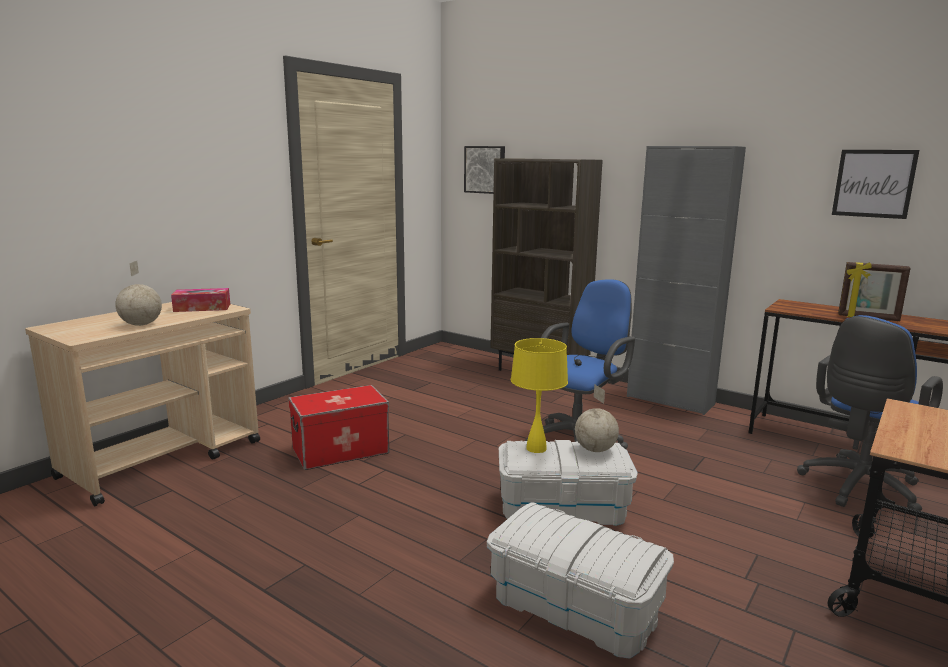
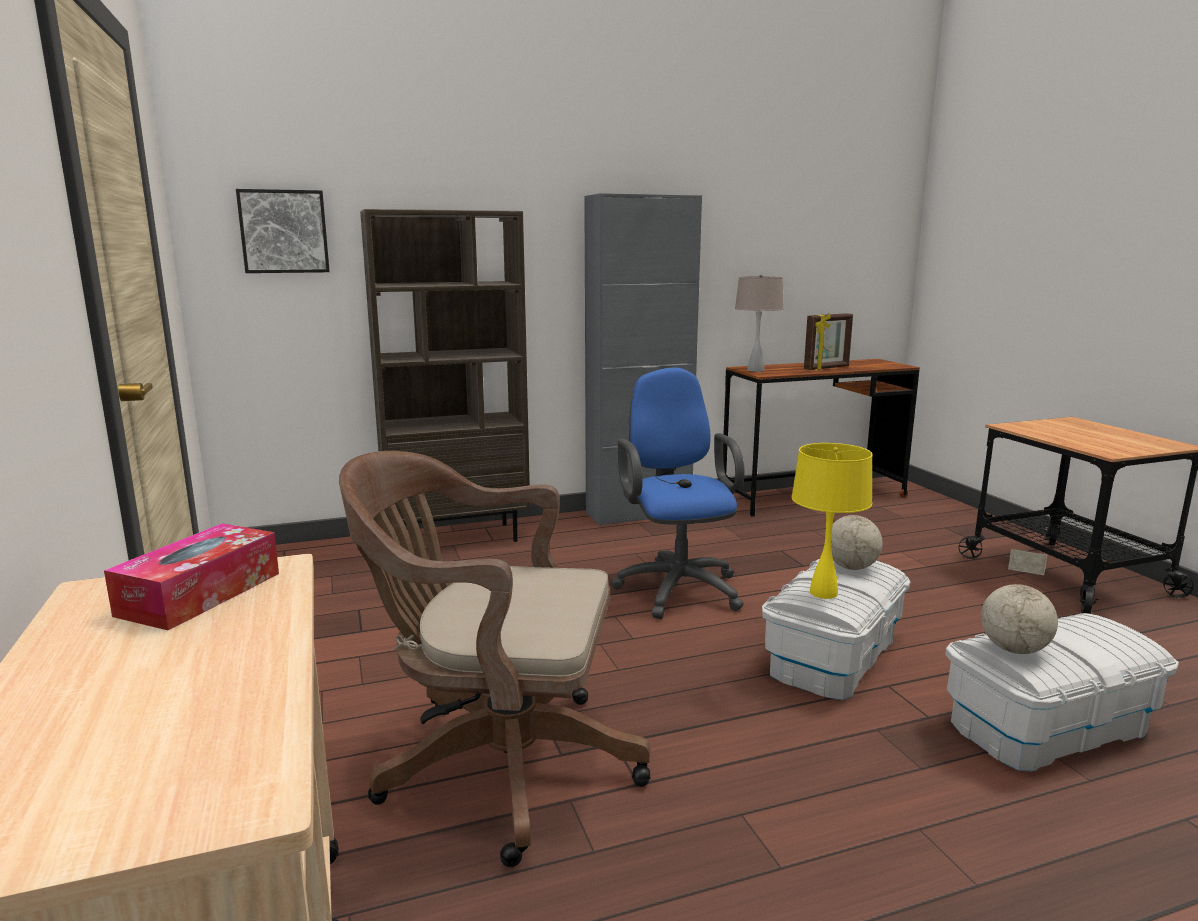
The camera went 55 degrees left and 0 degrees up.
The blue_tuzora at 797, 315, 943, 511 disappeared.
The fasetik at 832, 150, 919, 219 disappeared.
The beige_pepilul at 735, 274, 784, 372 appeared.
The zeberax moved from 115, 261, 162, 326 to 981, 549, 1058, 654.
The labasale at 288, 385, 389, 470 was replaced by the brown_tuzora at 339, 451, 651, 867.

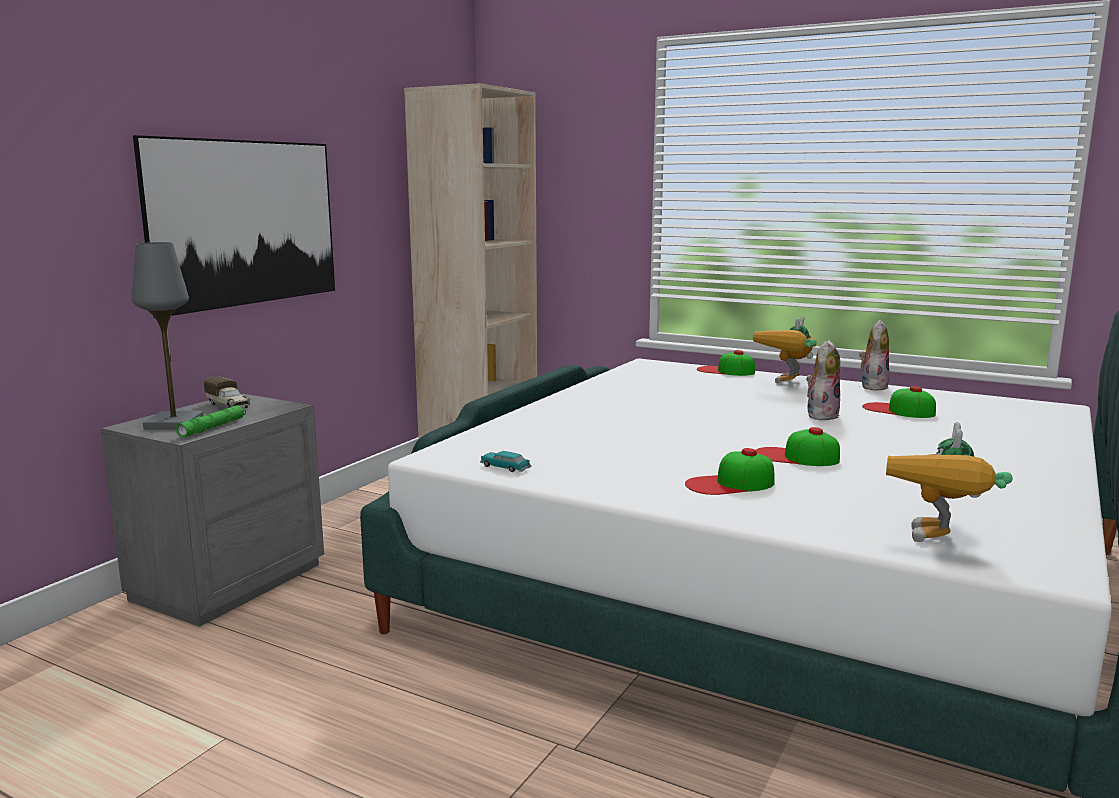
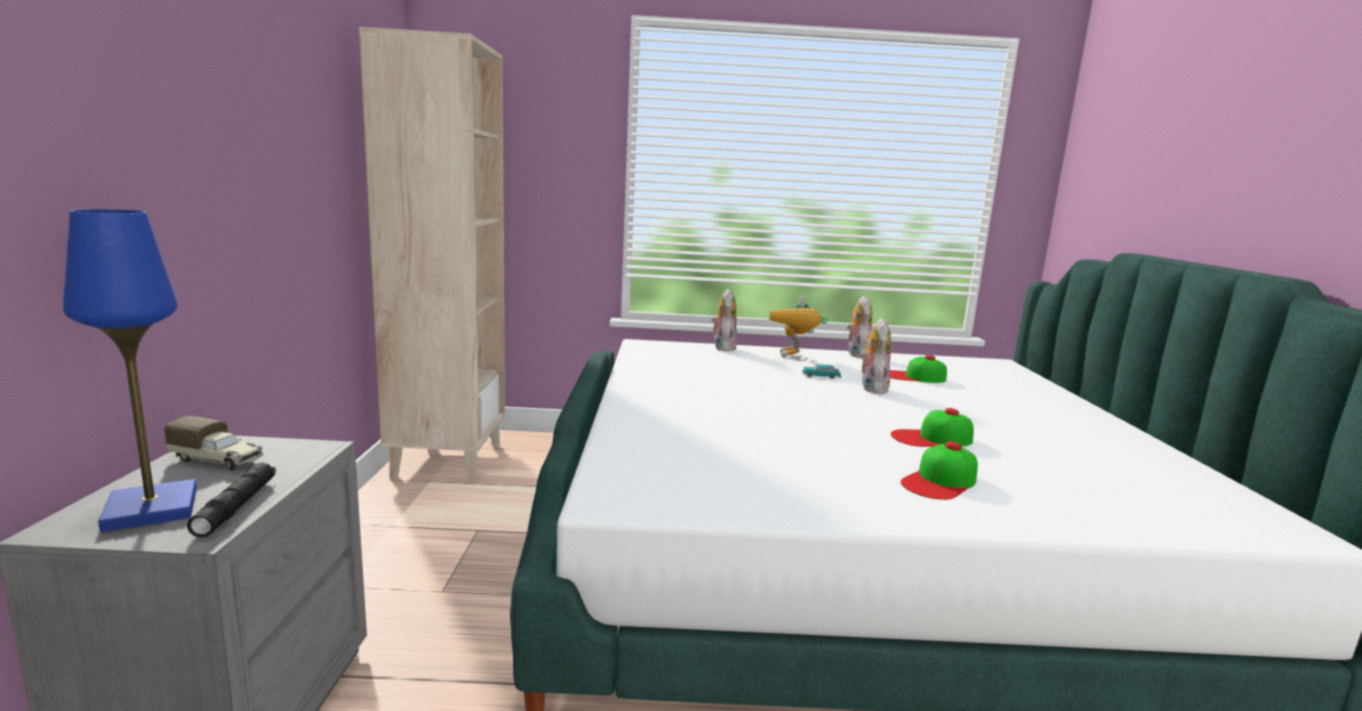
The camera went 30 degrees left and 0 degrees up.
The fasetik at 133, 135, 335, 318 disappeared.
The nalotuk at 886, 422, 1013, 542 disappeared.
The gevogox moved from 480, 451, 532, 472 to 802, 365, 842, 379.
The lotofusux at 697, 350, 755, 376 was replaced by the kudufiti at 712, 289, 737, 351.
The grey_pepilul at 132, 242, 204, 430 became the blue_pepilul at 63, 209, 197, 532.
The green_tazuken at 176, 405, 246, 438 became the black_tazuken at 187, 463, 276, 538.

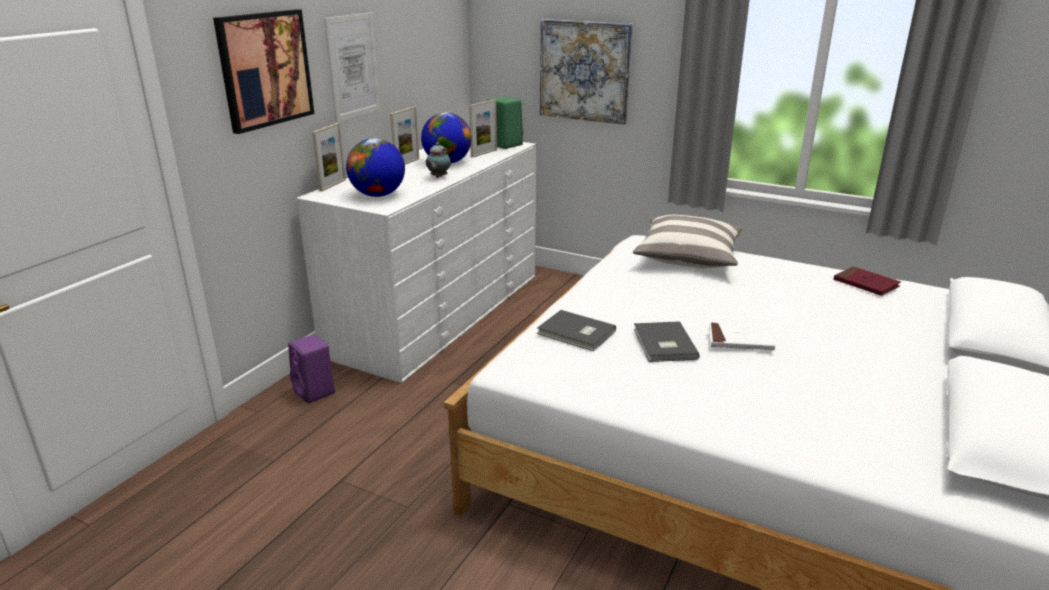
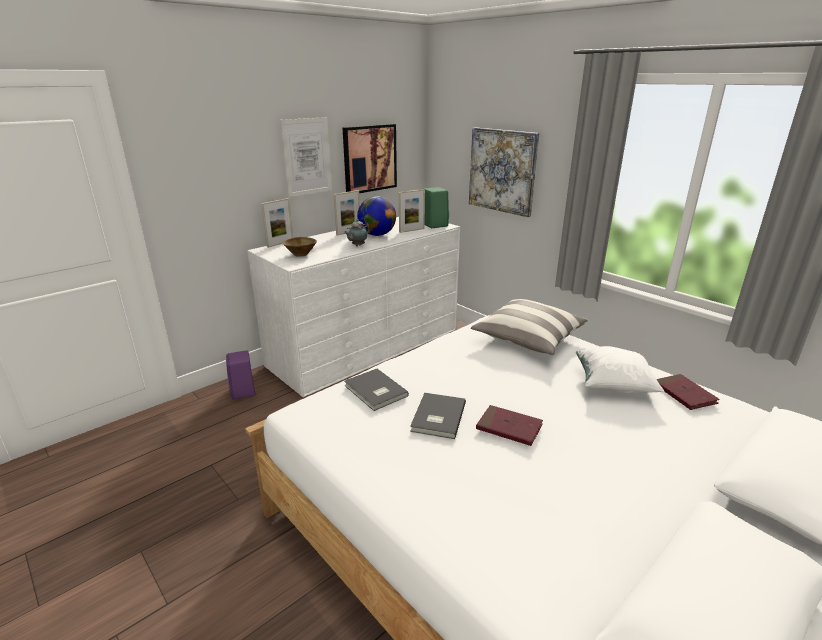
The camera went 20 degrees right and 0 degrees up.
The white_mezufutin at 576, 346, 664, 393 appeared.
The fasetik moved from 213, 9, 314, 134 to 343, 124, 397, 193.
The zeberax at 346, 138, 405, 197 was replaced by the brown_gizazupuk at 283, 237, 317, 257.
The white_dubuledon at 709, 322, 775, 351 became the red_dubuledon at 476, 405, 543, 446.

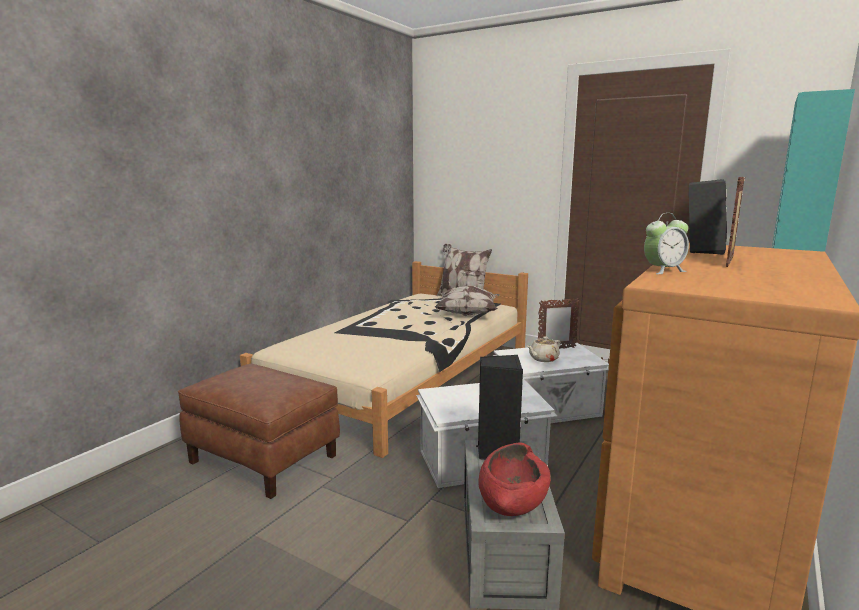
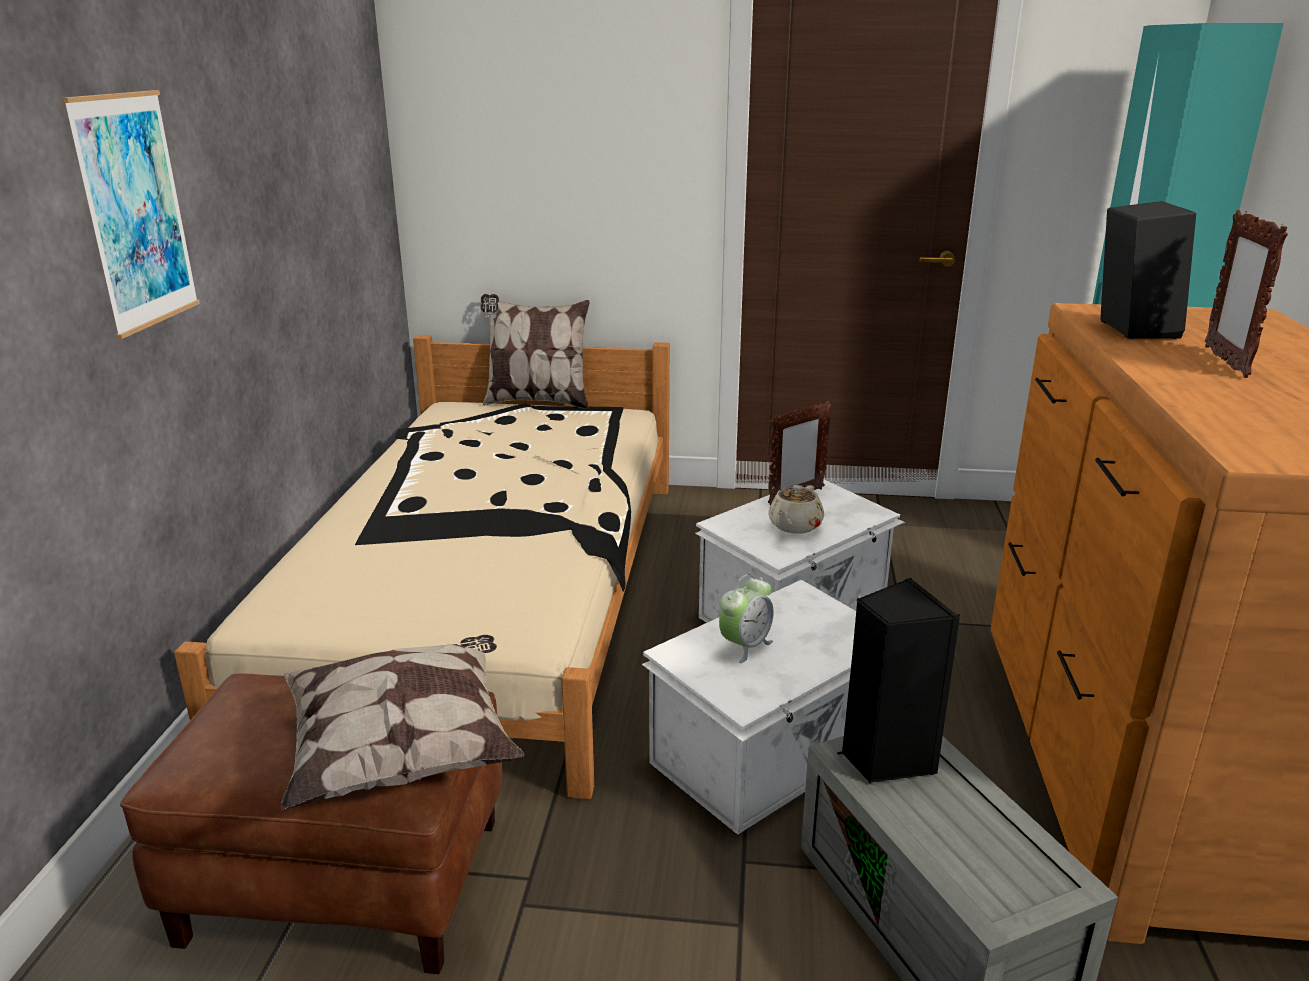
The camera went 25 degrees left and 10 degrees up.
The red_gizazupuk at 478, 443, 551, 516 disappeared.
The fasetik at 61, 90, 200, 339 appeared.
The mezufutin moved from 435, 286, 500, 316 to 281, 635, 524, 810.
The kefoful moved from 644, 213, 689, 274 to 719, 574, 774, 663.

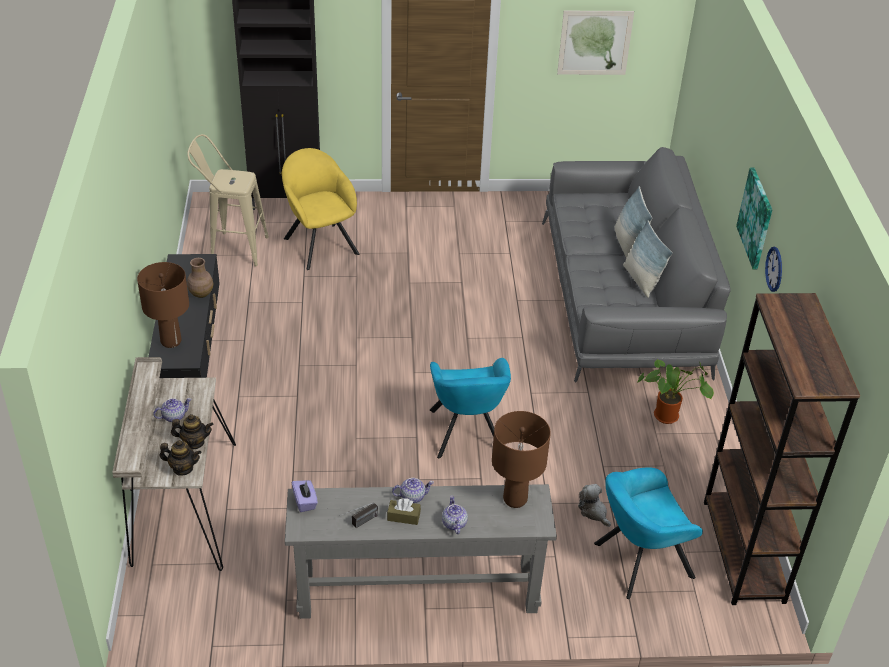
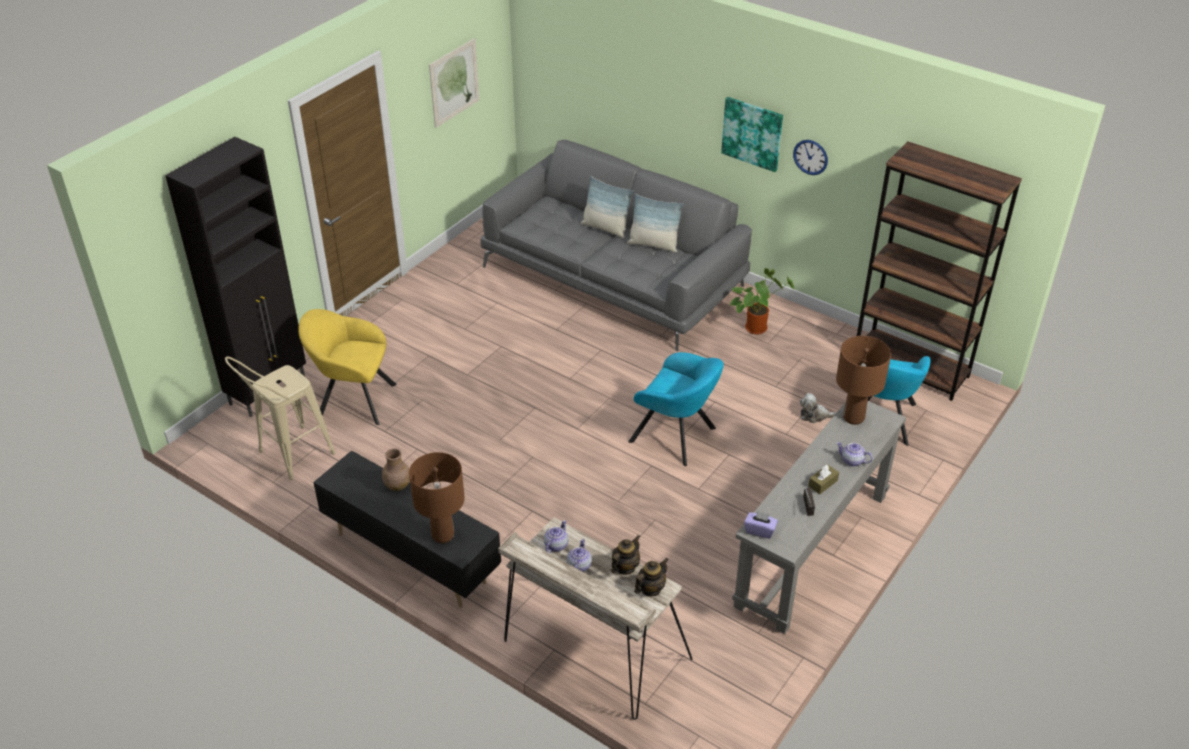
The camera went 50 degrees left and 0 degrees up.
The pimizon moved from 392, 478, 434, 503 to 544, 520, 568, 553.

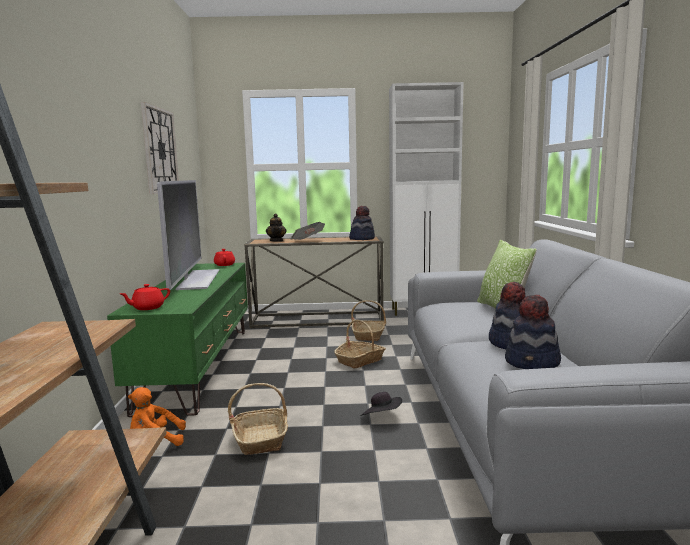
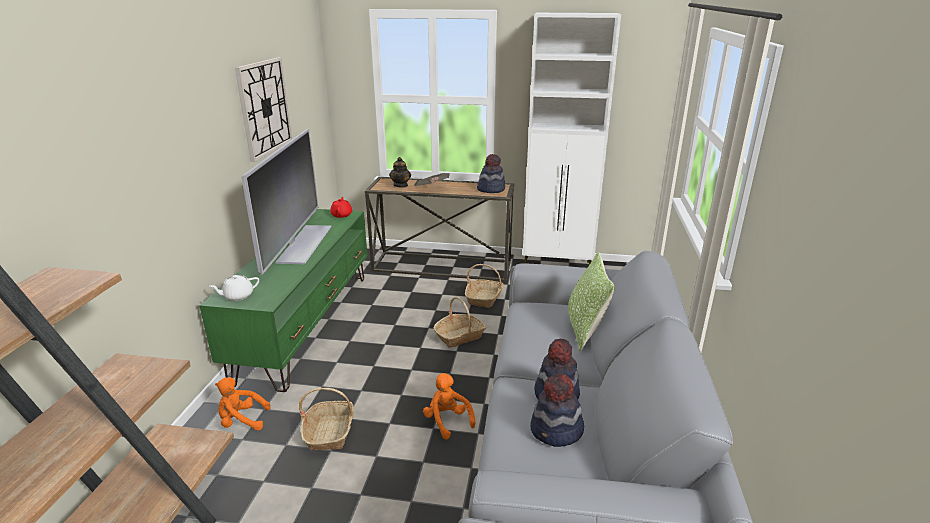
The camera went 10 degrees right and 15 degrees up.
The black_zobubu at 360, 392, 402, 416 was replaced by the orange_kudufiti at 423, 373, 475, 439.
The red_pimizon at 120, 284, 170, 310 became the white_pimizon at 209, 275, 259, 301.

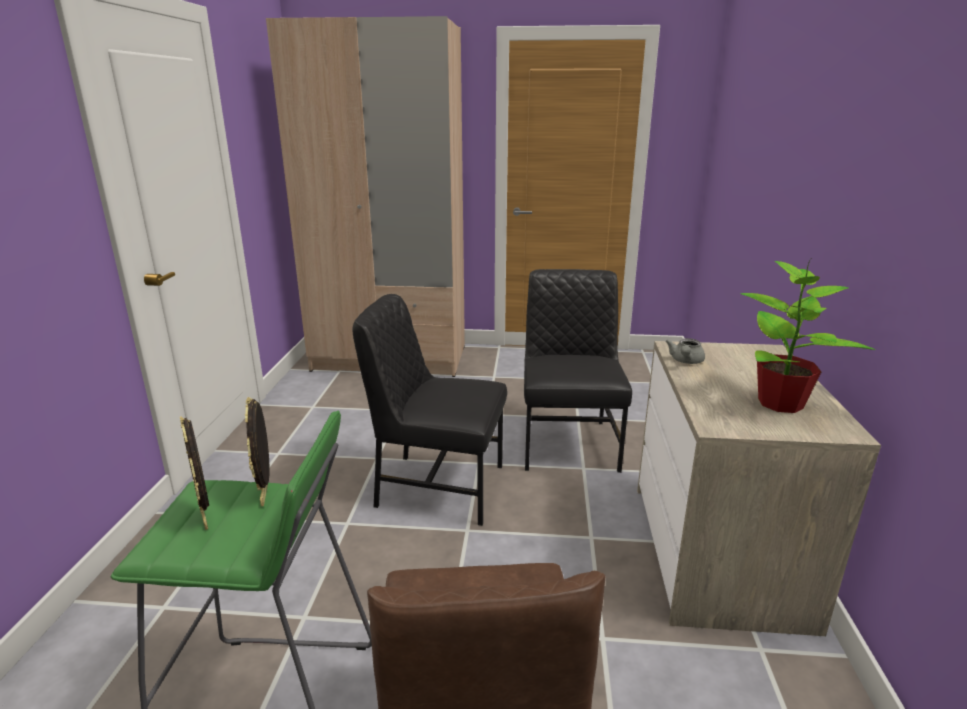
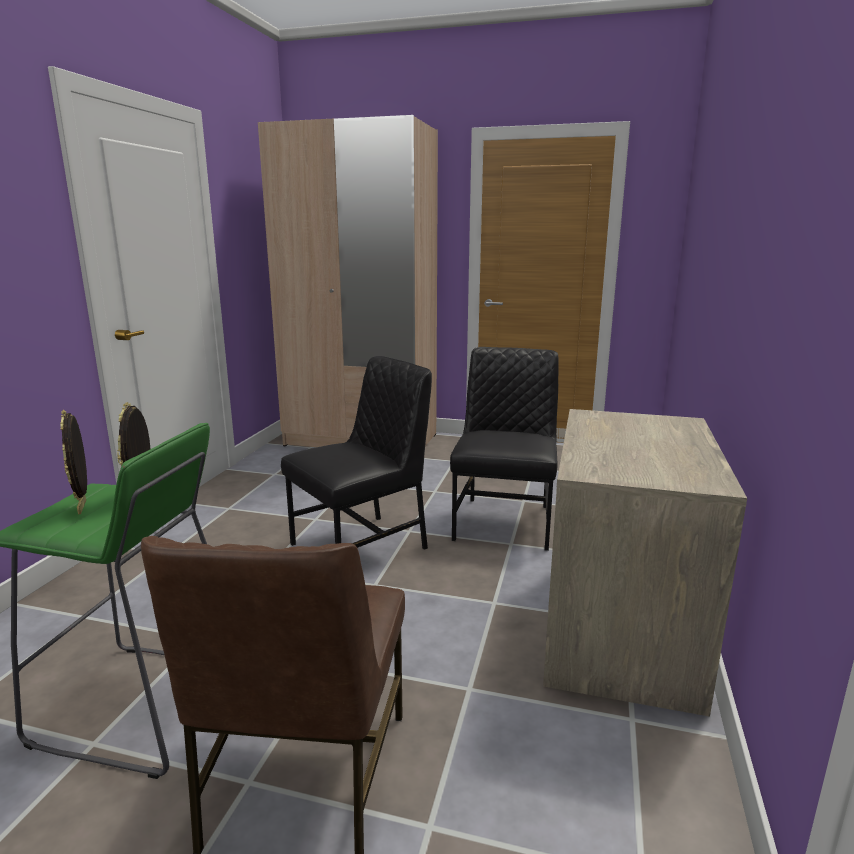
The camera went 10 degrees right and 5 degrees down.
The grey_pimizon at 666, 338, 705, 364 disappeared.
The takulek at 740, 259, 875, 413 disappeared.
The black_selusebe at 352, 294, 507, 526 turned 120 degrees clockwise.

